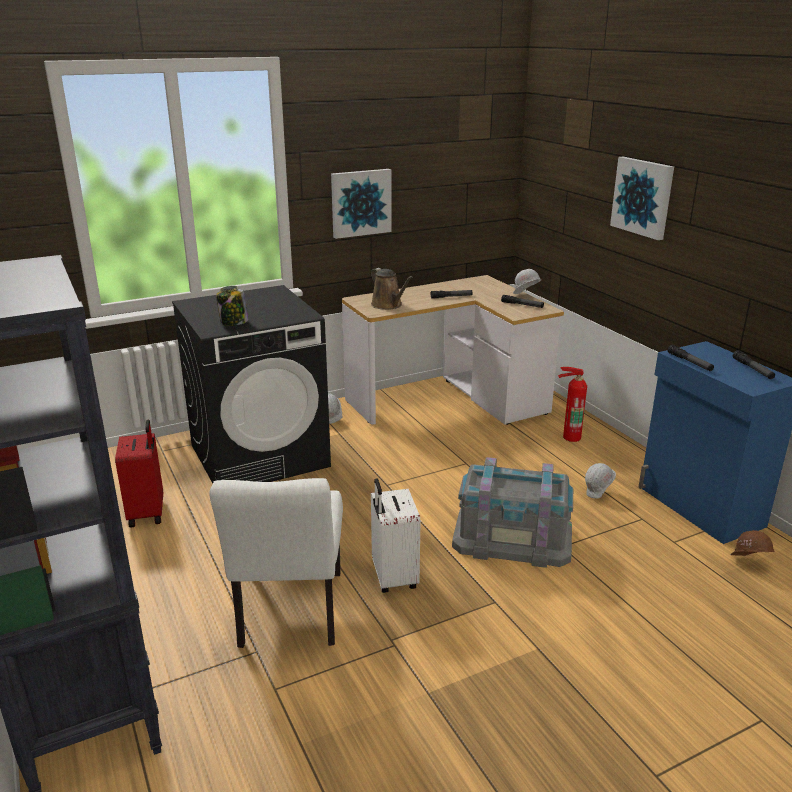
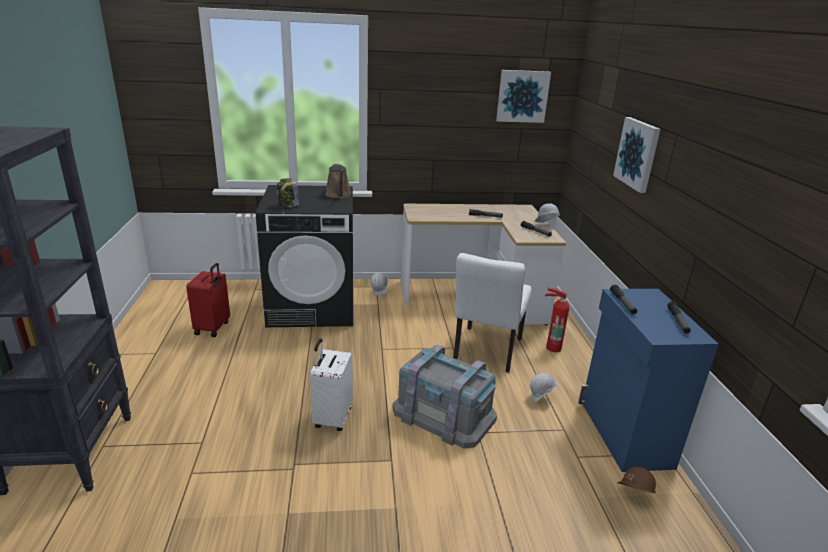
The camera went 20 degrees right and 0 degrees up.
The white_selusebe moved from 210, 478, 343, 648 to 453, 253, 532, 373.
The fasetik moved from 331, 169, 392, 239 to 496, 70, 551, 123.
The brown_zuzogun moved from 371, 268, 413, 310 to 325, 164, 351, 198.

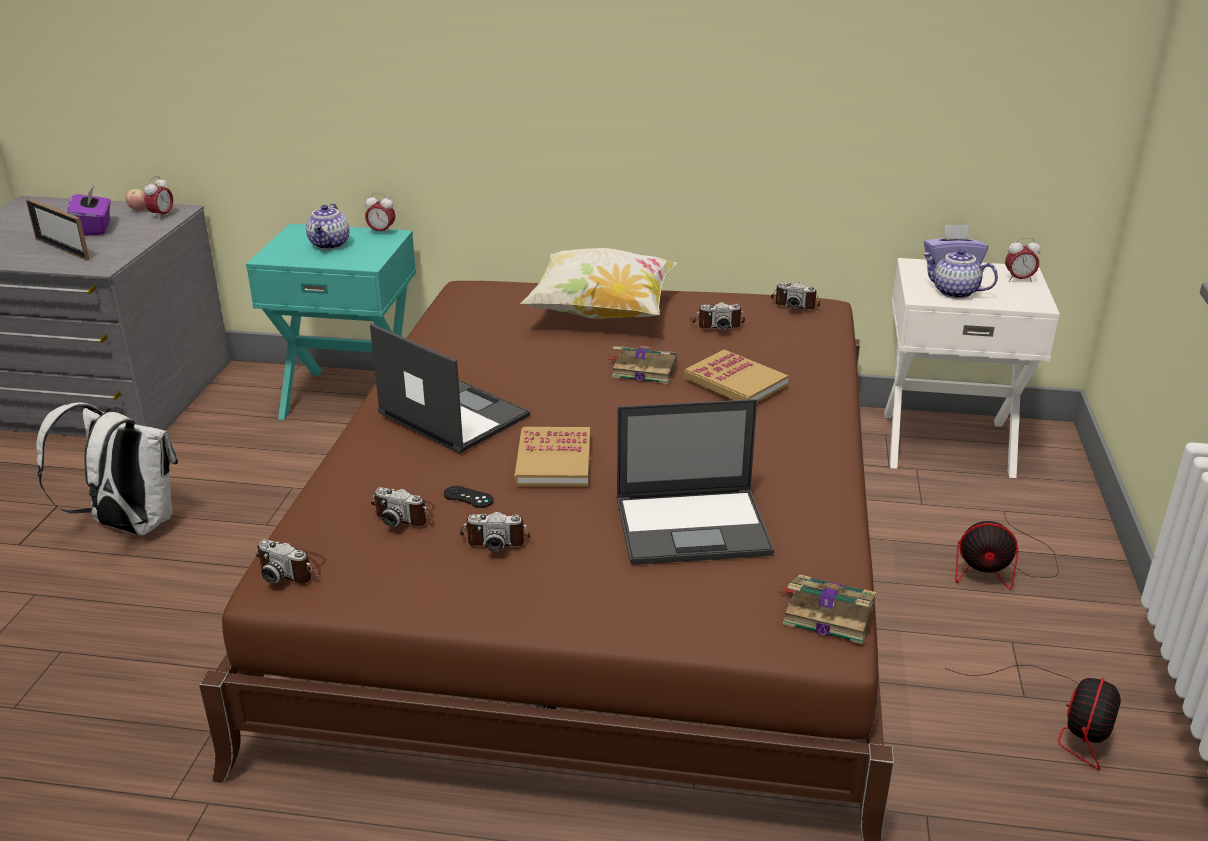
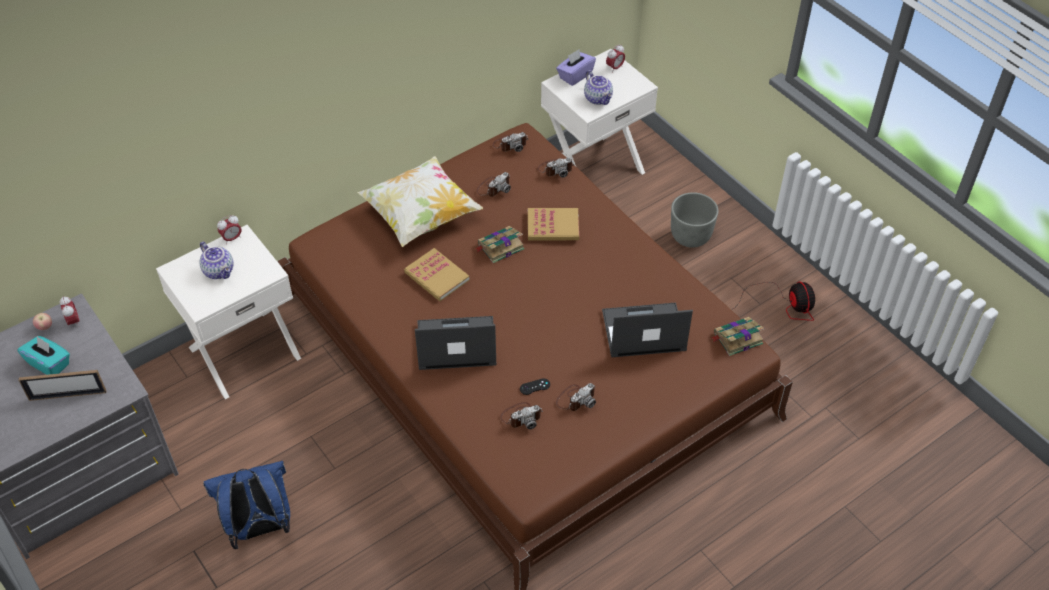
The camera went 45 degrees left and 20 degrees up.
The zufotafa moved from 256, 539, 326, 584 to 538, 158, 574, 177.
The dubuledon moved from 514, 427, 590, 486 to 404, 248, 469, 301.
The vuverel at 956, 511, 1059, 590 was replaced by the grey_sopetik at 671, 192, 718, 248.
The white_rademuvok at 37, 402, 178, 535 became the blue_rademuvok at 203, 461, 290, 549.
The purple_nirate at 67, 186, 110, 236 became the turquoise_nirate at 18, 336, 70, 375.
The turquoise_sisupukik at 246, 224, 416, 420 became the white_sisupukik at 156, 225, 301, 399.
The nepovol at 617, 399, 774, 565 turned 135 degrees counterclockwise.
The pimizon at 922, 249, 998, 299 turned 105 degrees counterclockwise.

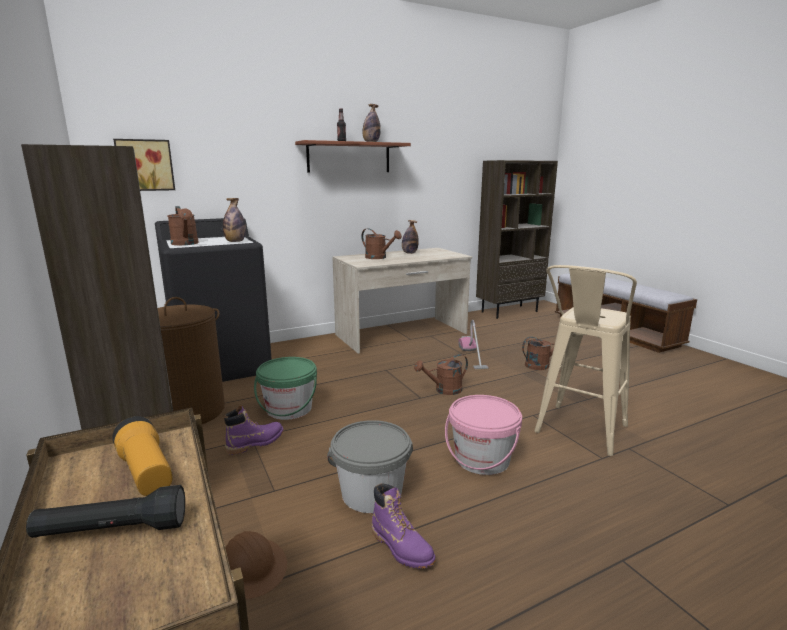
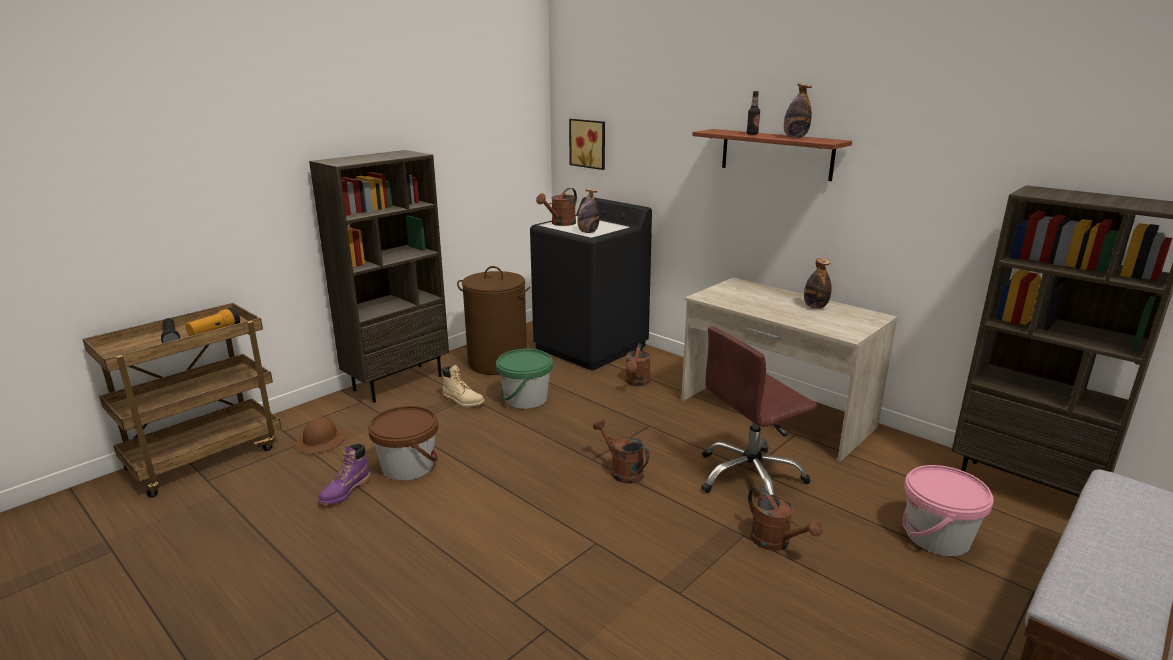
The camera went 70 degrees right and 5 degrees up.
The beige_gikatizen at 534, 265, 637, 456 disappeared.
The brown_zuzogun moved from 361, 228, 402, 259 to 625, 344, 651, 386.
The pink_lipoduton moved from 445, 395, 522, 475 to 903, 465, 994, 556.
The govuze at 459, 320, 488, 369 was replaced by the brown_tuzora at 701, 326, 818, 495.
The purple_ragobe at 224, 405, 284, 455 became the beige_ragobe at 442, 365, 485, 407.
The grey_lipoduton at 327, 420, 413, 513 became the brown_lipoduton at 368, 406, 438, 481.

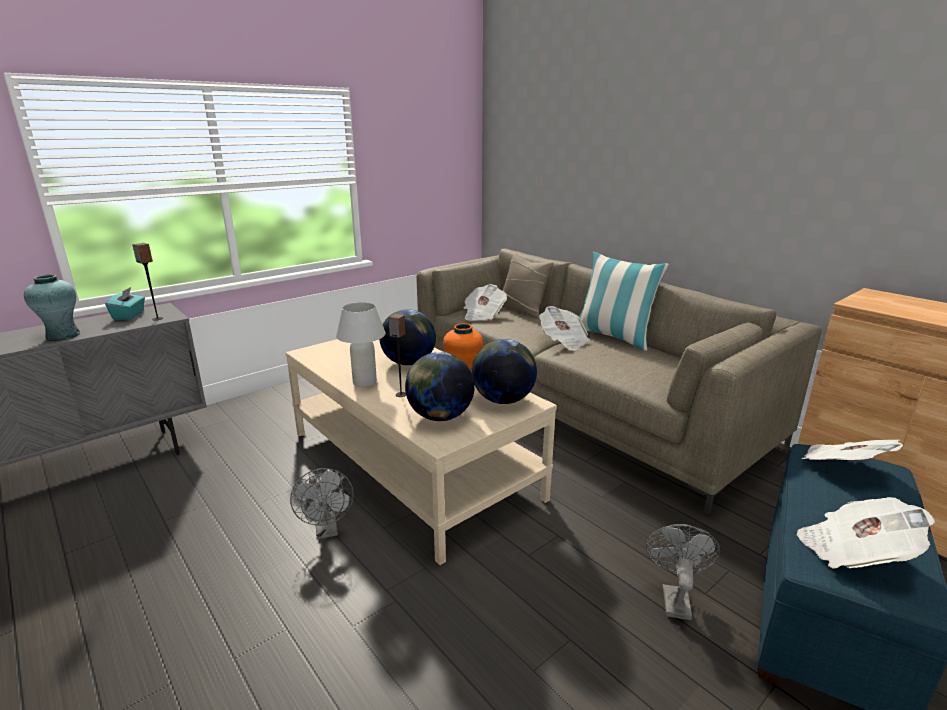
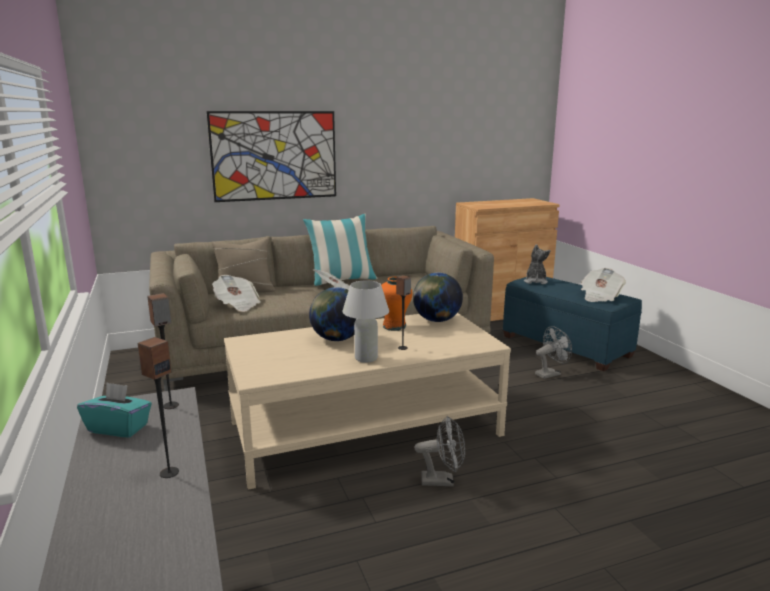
The camera went 70 degrees left and 5 degrees down.
The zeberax at 405, 352, 475, 421 disappeared.
The fasetik at 207, 111, 336, 202 appeared.
The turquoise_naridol at 24, 274, 80, 341 was replaced by the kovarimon at 137, 337, 179, 478.
The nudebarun at 801, 440, 903, 460 was replaced by the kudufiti at 524, 244, 551, 284.
The grey_vuverel at 646, 524, 720, 620 turned 120 degrees clockwise.

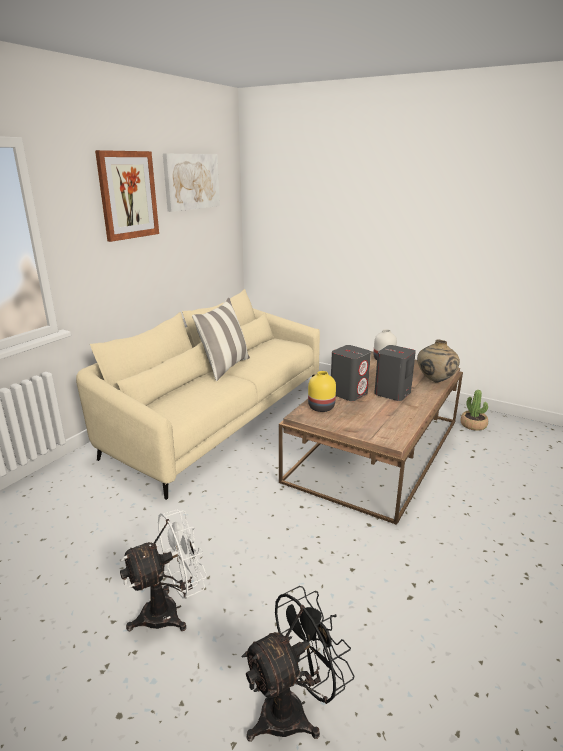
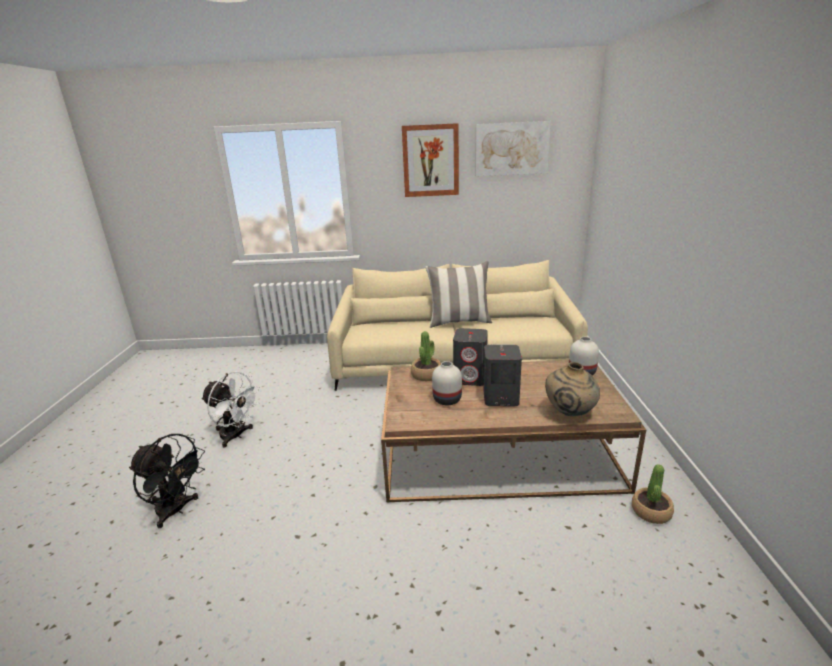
The camera went 60 degrees right and 0 degrees up.
The white_naridol at 432, 361, 462, 405 appeared.
The yellow_naridol at 308, 371, 336, 412 was replaced by the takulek at 411, 331, 441, 381.

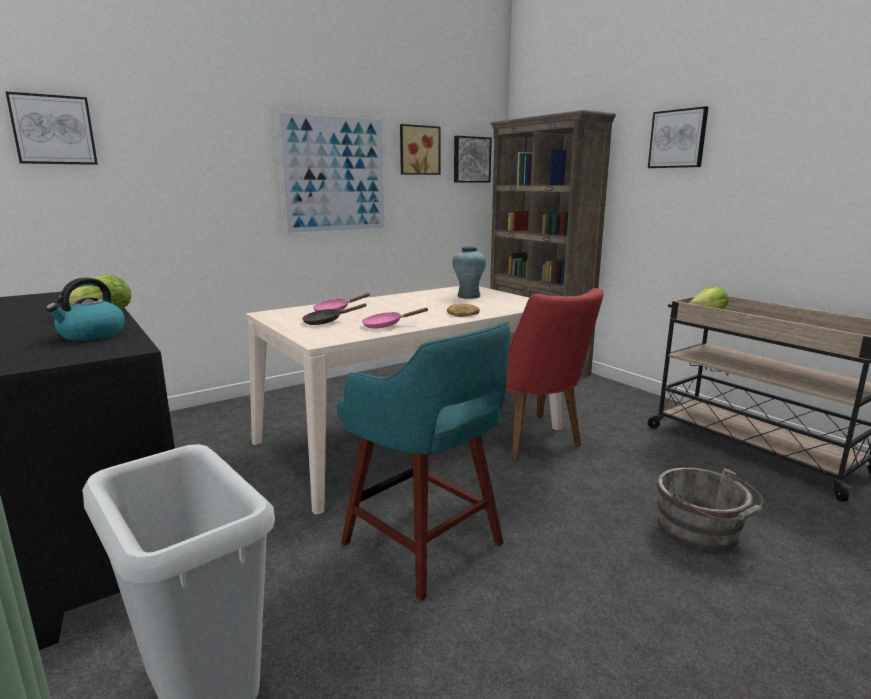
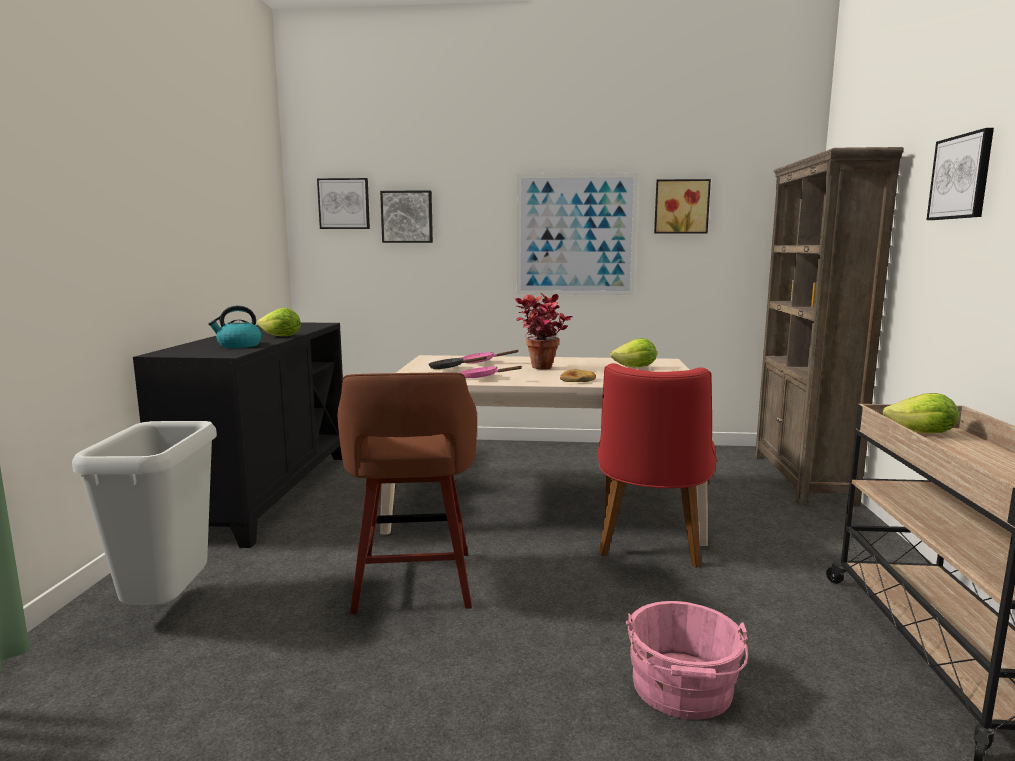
The camera went 40 degrees right and 5 degrees down.
The takulek at 515, 293, 573, 370 appeared.
The fasetik moved from 454, 136, 492, 182 to 380, 190, 433, 243.
The turquoise_naridol at 452, 246, 486, 299 was replaced by the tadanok at 610, 338, 657, 367.
The turquoise_gikatizen at 337, 321, 510, 601 became the brown_gikatizen at 338, 372, 477, 614.
The grey_lipoduton at 657, 467, 764, 552 became the pink_lipoduton at 626, 601, 748, 720.

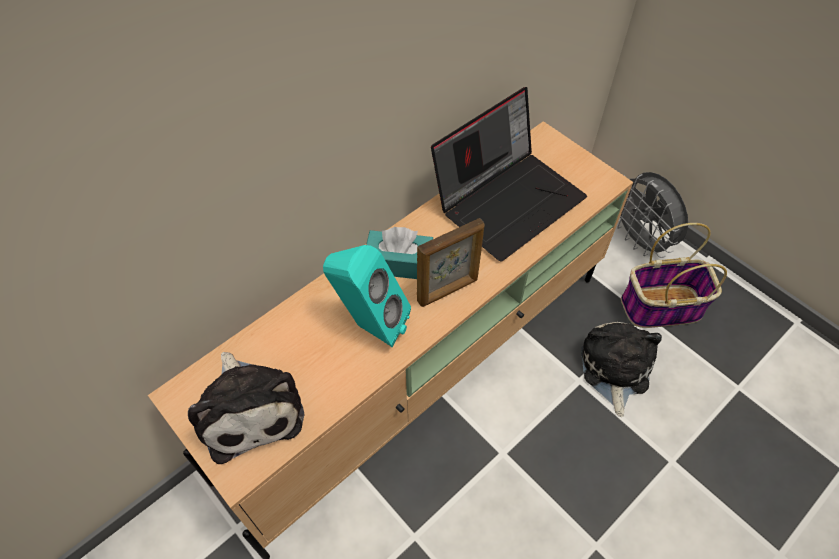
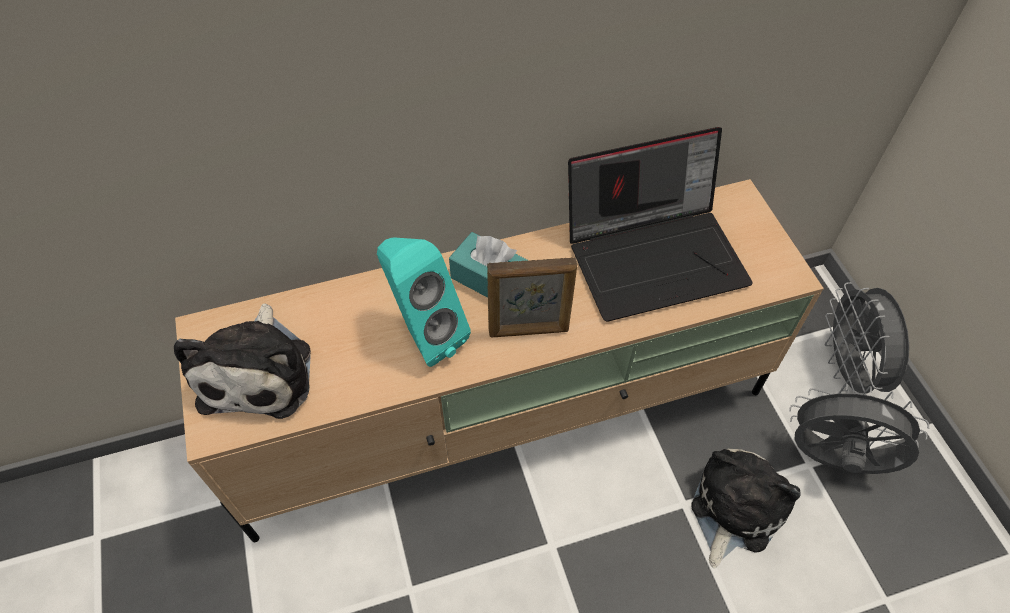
The camera went 25 degrees right and 0 degrees up.
The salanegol at 621, 223, 727, 328 was replaced by the grey_vuverel at 789, 383, 929, 474.

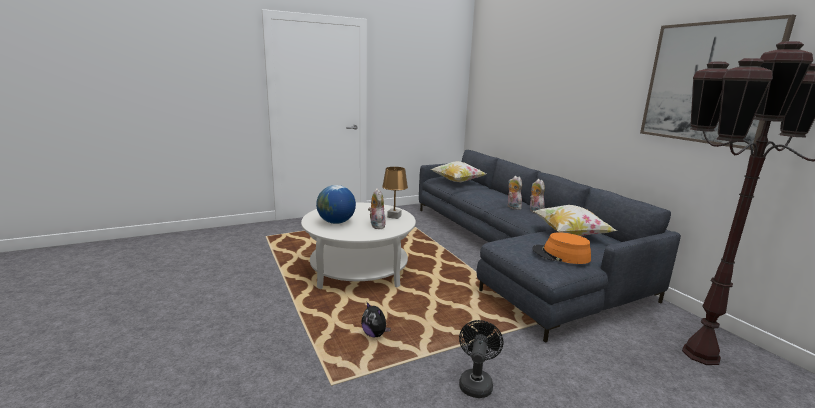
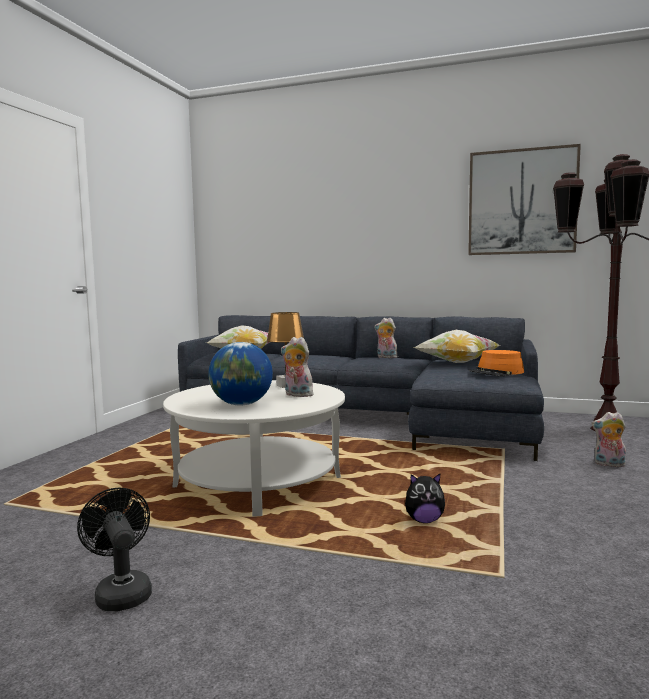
The camera went 45 degrees left and 10 degrees down.
The black_vuverel moved from 459, 320, 503, 398 to 77, 488, 152, 611.
The kudufiti moved from 507, 176, 522, 210 to 591, 412, 626, 467.

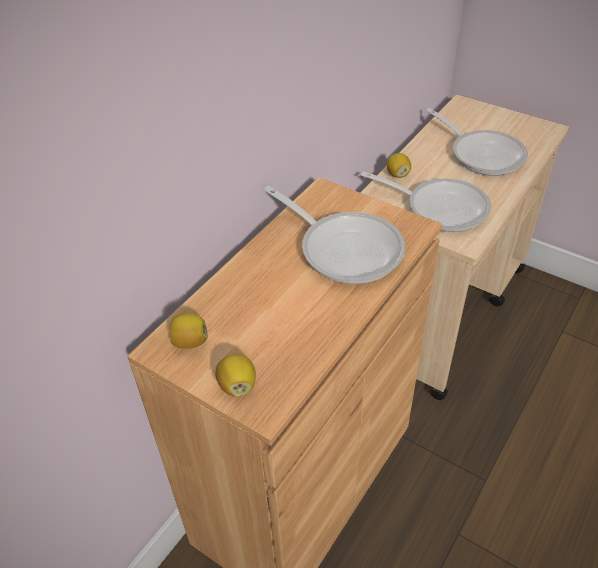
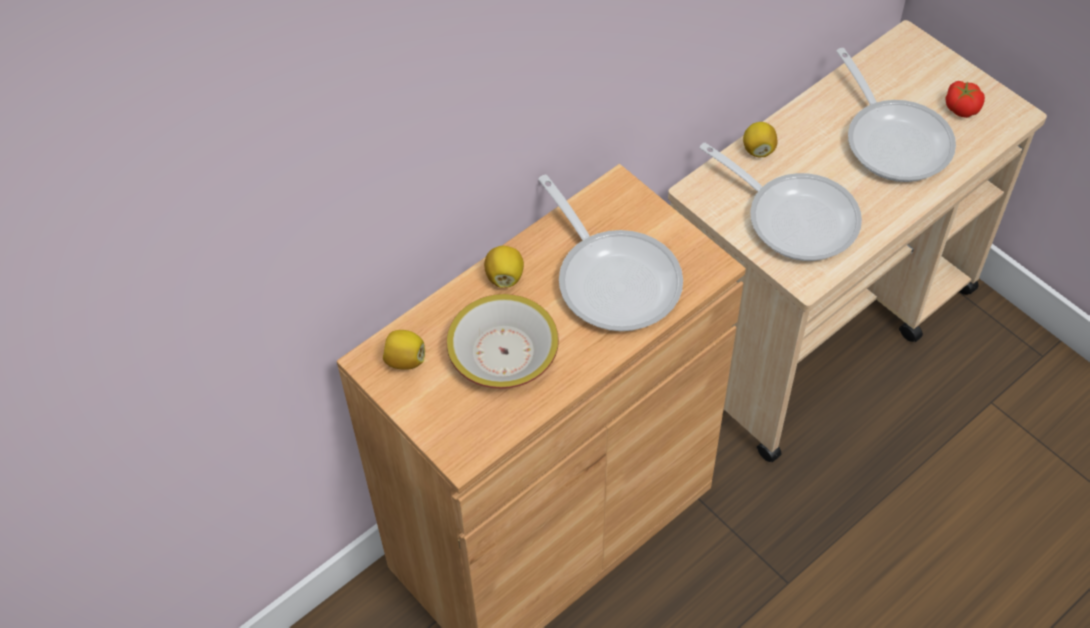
The camera went 15 degrees right and 10 degrees up.
The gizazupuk at 446, 294, 559, 389 appeared.
The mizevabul at 945, 81, 985, 118 appeared.
The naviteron moved from 215, 354, 256, 397 to 484, 246, 524, 288.

